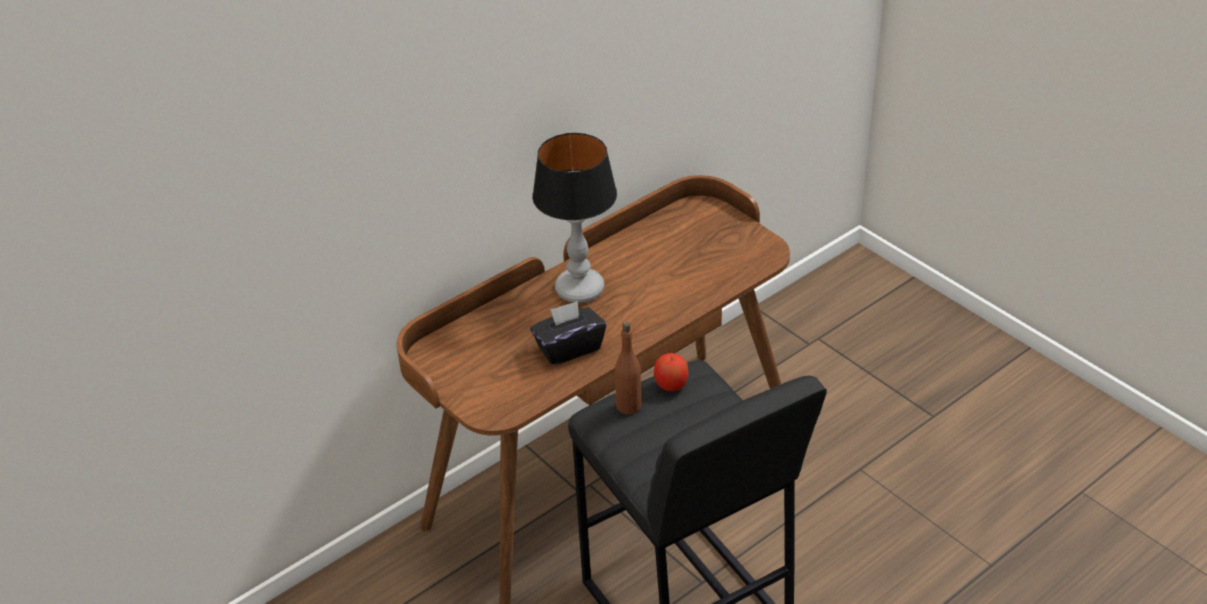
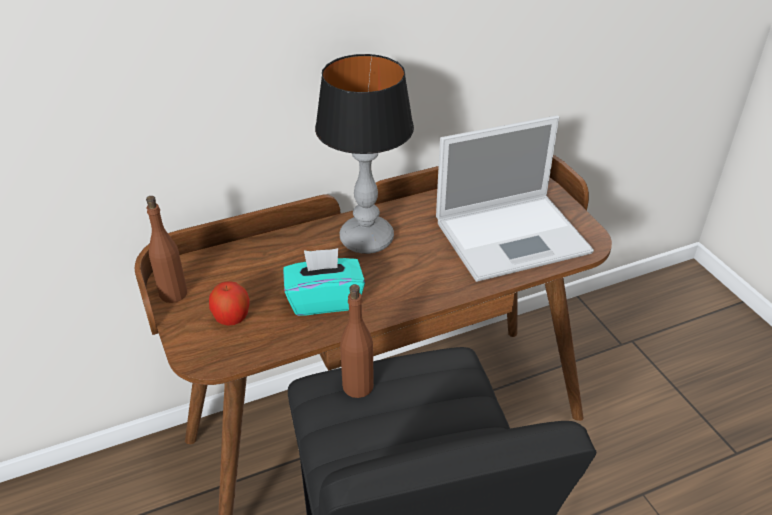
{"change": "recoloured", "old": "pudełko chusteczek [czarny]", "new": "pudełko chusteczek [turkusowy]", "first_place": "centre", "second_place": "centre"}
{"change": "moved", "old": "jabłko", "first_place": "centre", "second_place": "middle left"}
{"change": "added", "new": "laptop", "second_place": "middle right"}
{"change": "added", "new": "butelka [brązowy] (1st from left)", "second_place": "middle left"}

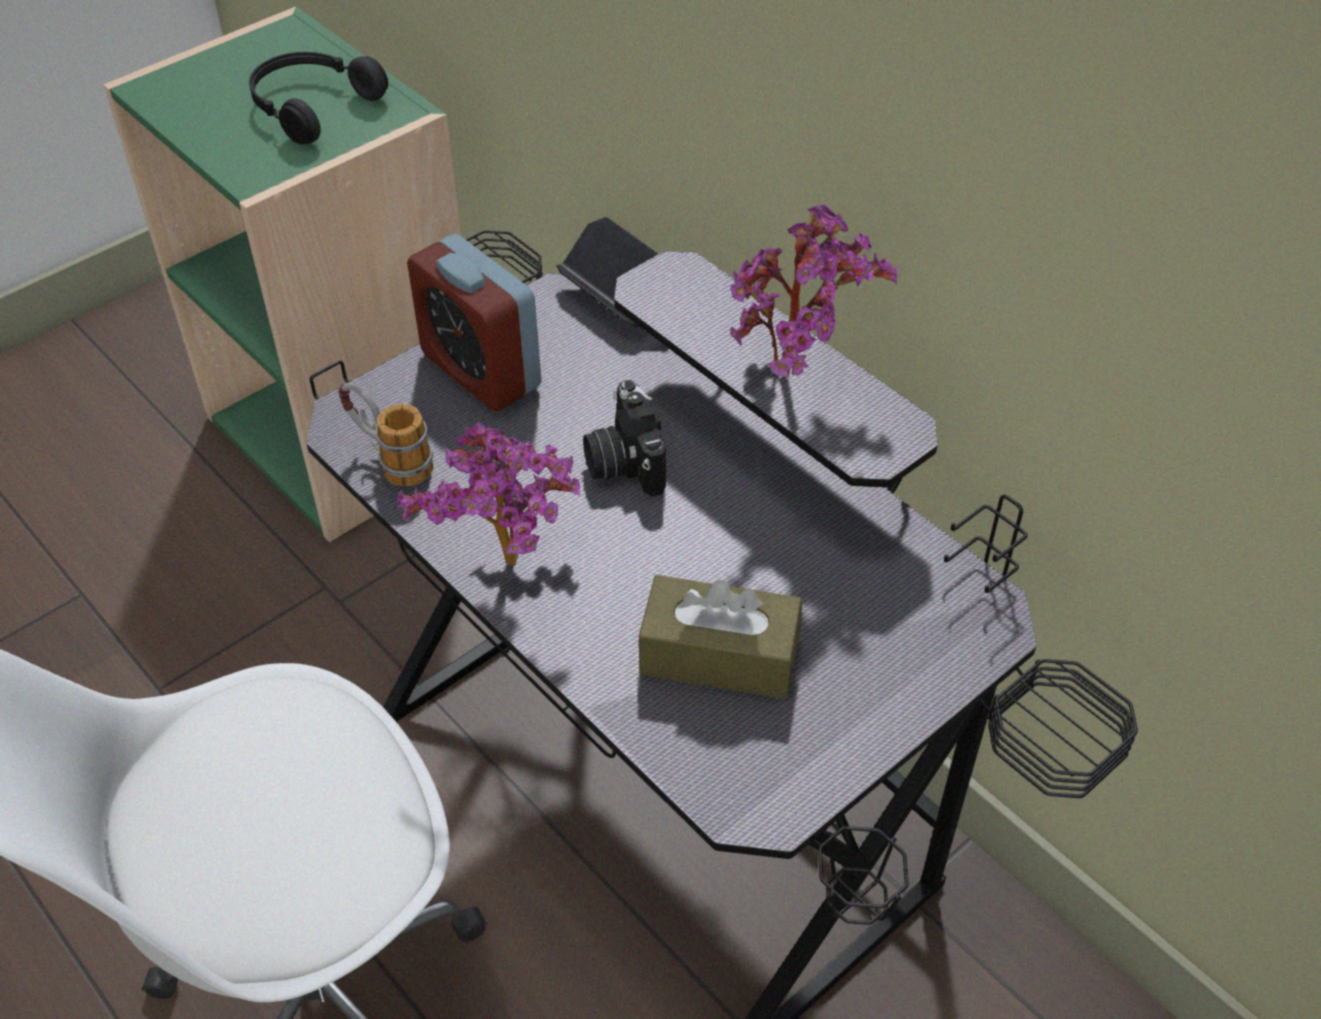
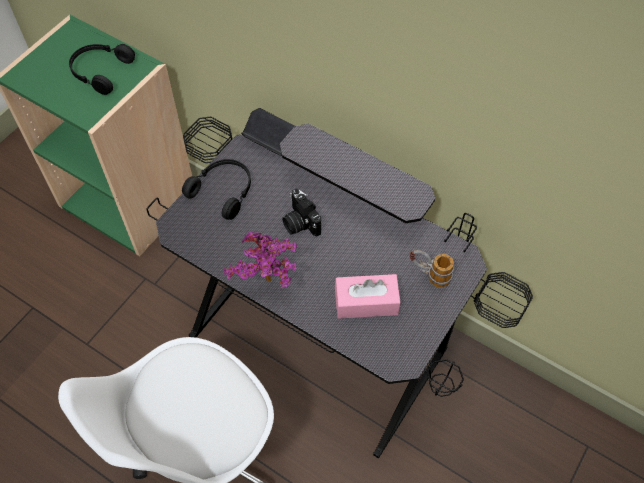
{"change": "removed", "old": "roślina doniczkowa (2nd from left)", "first_place": "top centre"}
{"change": "replaced", "old": "budzik", "new": "słuchawki [czarny] (2nd from left)", "first_place": "top centre", "second_place": "centre"}
{"change": "moved", "old": "kubek", "first_place": "middle left", "second_place": "middle right"}
{"change": "recoloured", "old": "pudełko chusteczek [brązowy]", "new": "pudełko chusteczek [różowy]", "first_place": "centre", "second_place": "centre"}

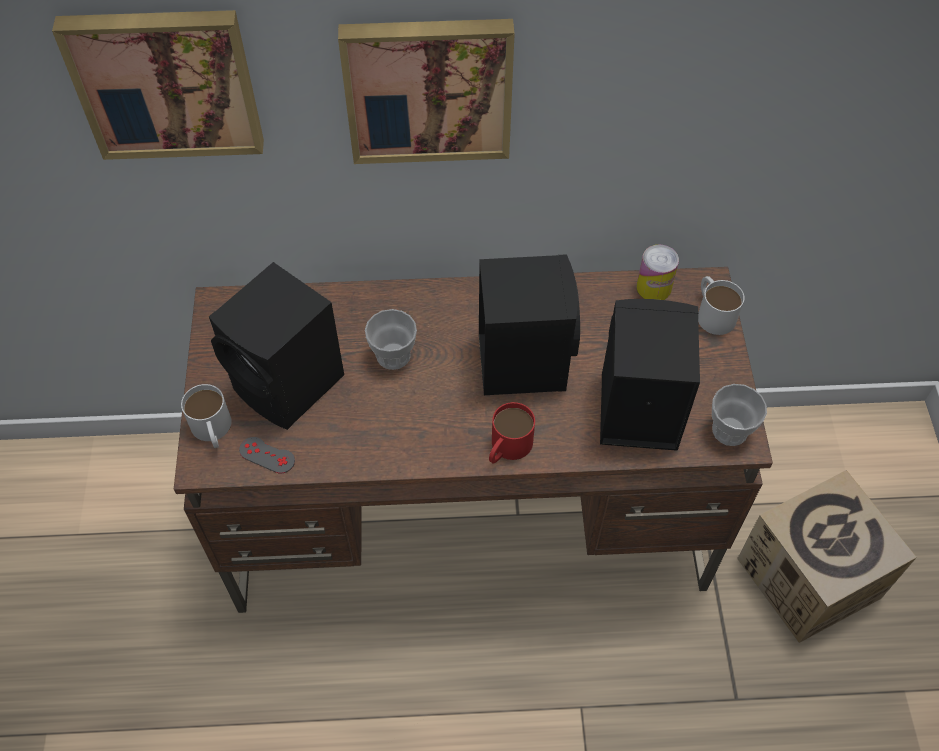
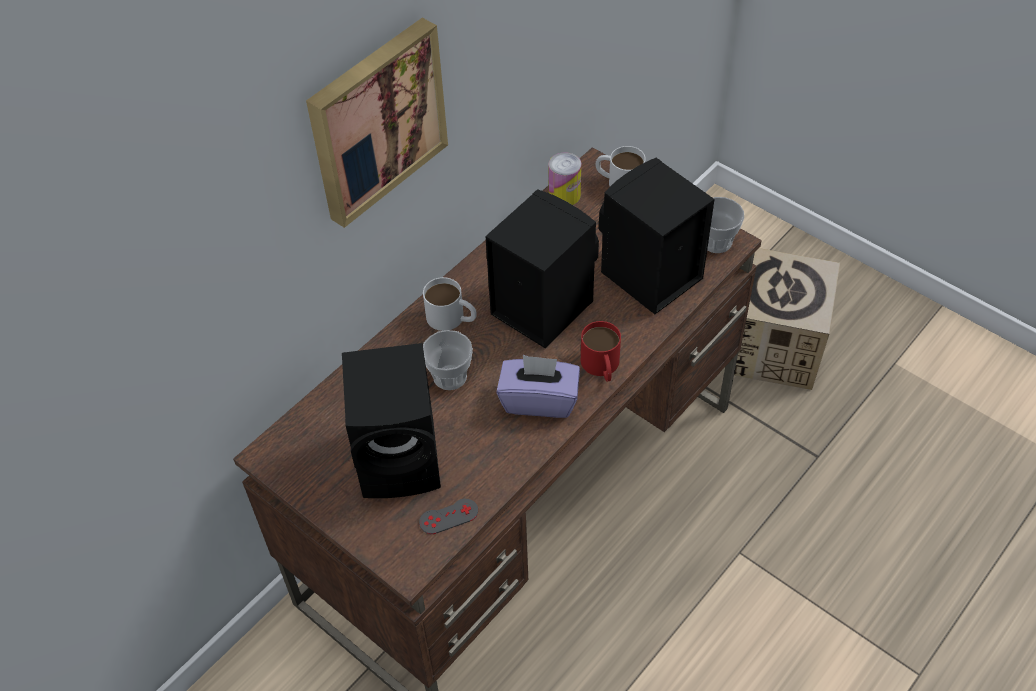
{"change": "removed", "old": "obraz (1st from left)", "first_place": "top left"}
{"change": "moved", "old": "kubek [biały] (1st from left)", "first_place": "middle left", "second_place": "centre"}
{"change": "added", "new": "pudełko chusteczek [fioletowy]", "second_place": "centre"}

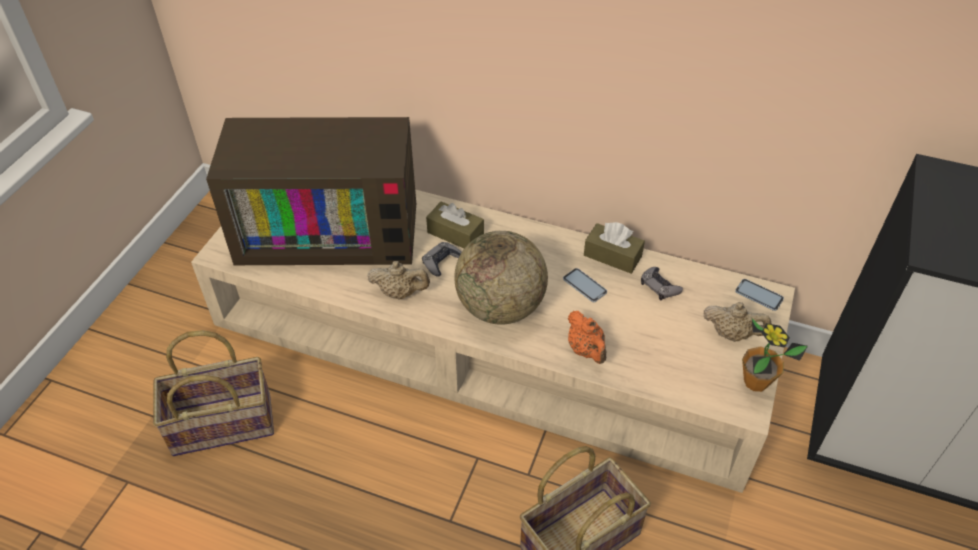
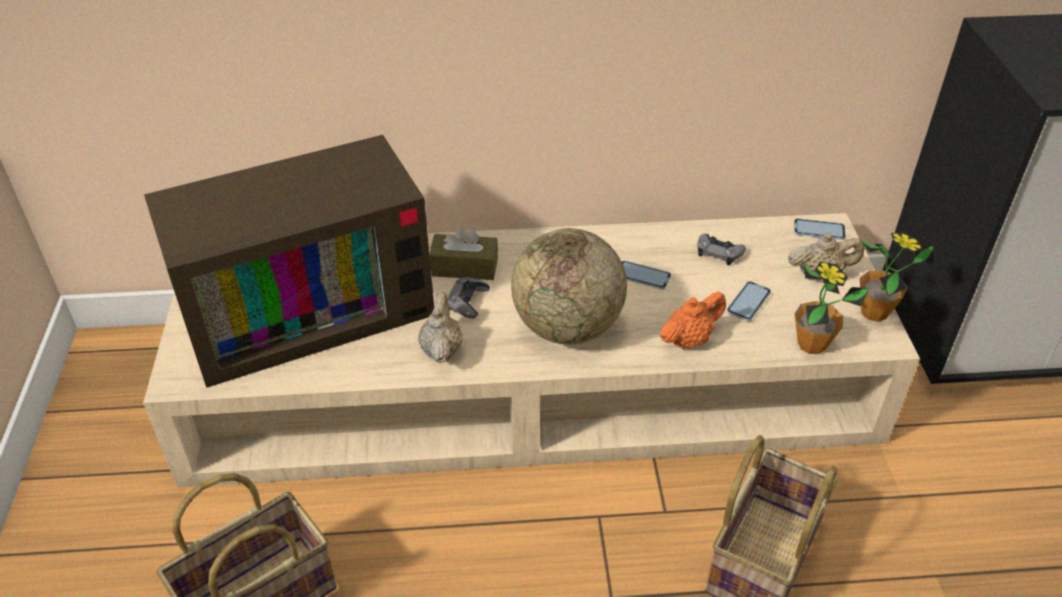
{"change": "removed", "old": "pudełko chusteczek [brązowy] (2nd from left)", "first_place": "centre"}
{"change": "turned", "old": "imbryk [beżowy] (1st from left)", "first_place": "centre", "second_place": "centre", "degrees": -75}
{"change": "turned", "old": "imbryk [pomarańczowy]", "first_place": "centre", "second_place": "centre", "degrees": -75}
{"change": "added", "new": "roślina doniczkowa (1st from left)", "second_place": "middle right"}
{"change": "added", "new": "telefon (2nd from left)", "second_place": "middle right"}

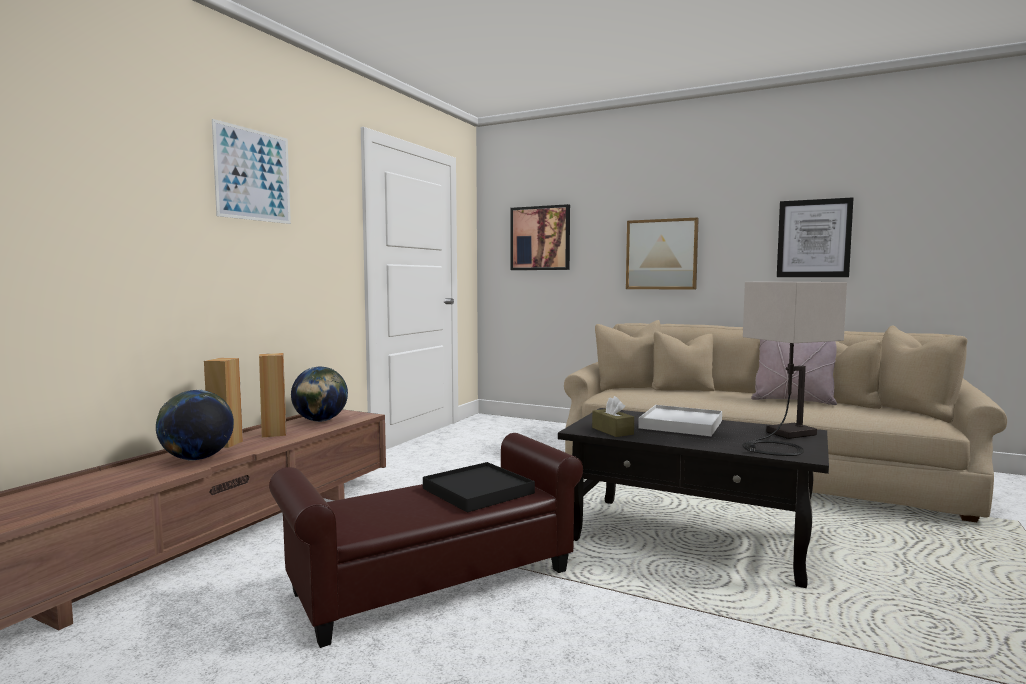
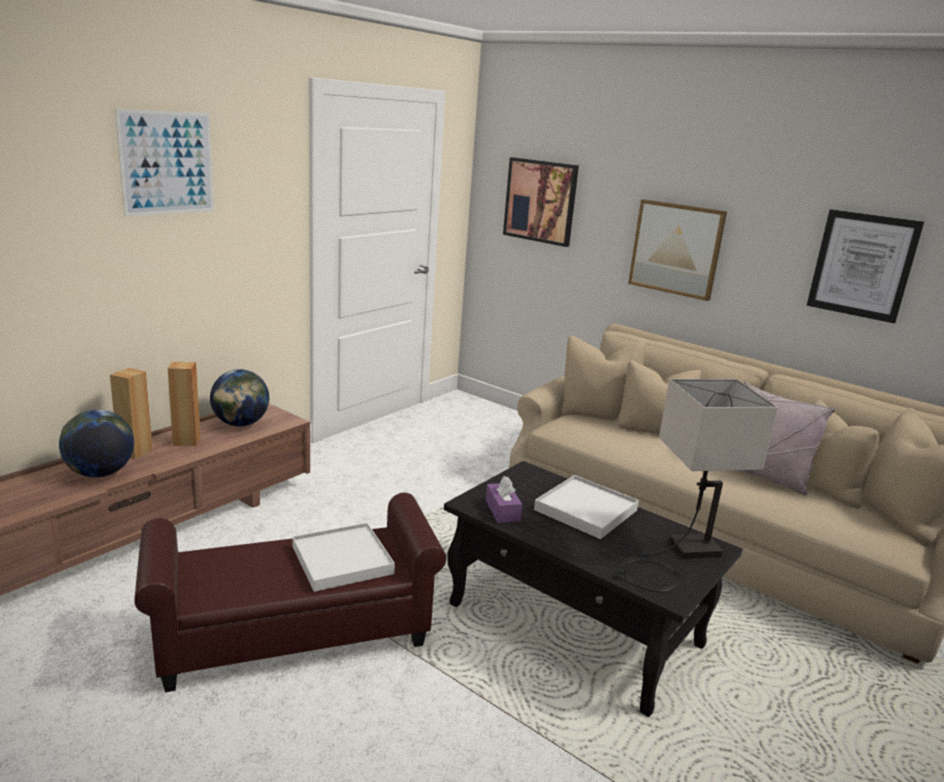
{"change": "recoloured", "old": "pudełko chusteczek [brązowy]", "new": "pudełko chusteczek [fioletowy]", "first_place": "centre", "second_place": "centre"}
{"change": "recoloured", "old": "taca [czarny]", "new": "taca [biały] (1st from left)", "first_place": "bottom centre", "second_place": "bottom centre"}

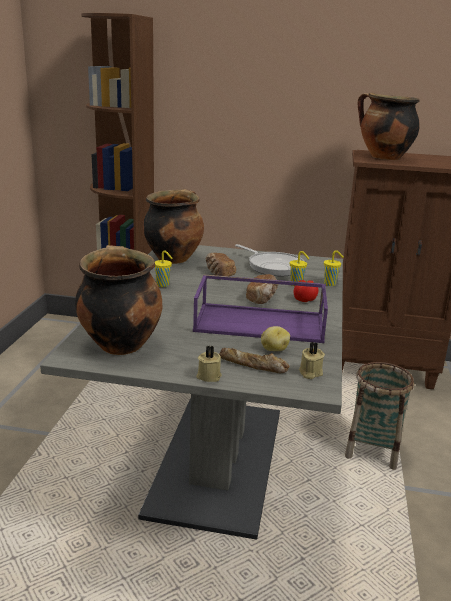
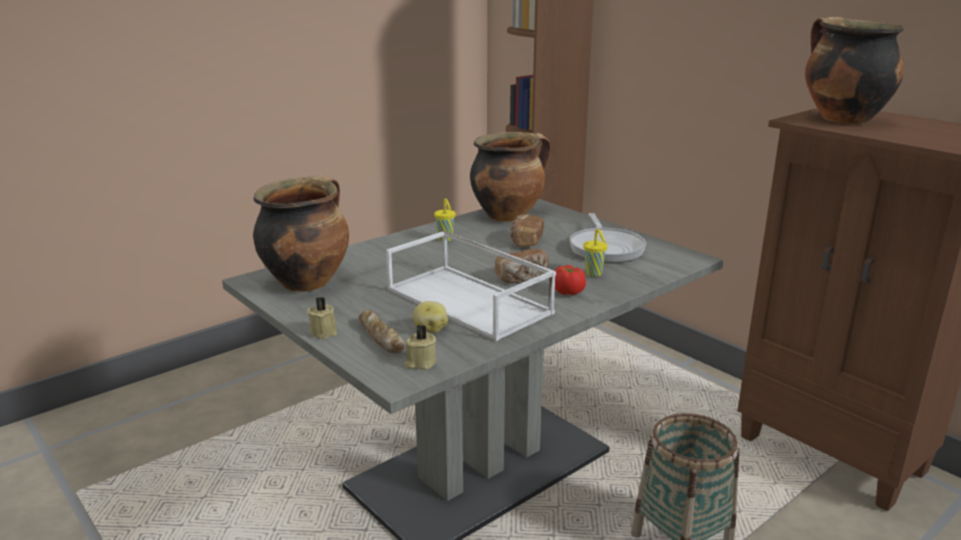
{"change": "removed", "old": "filiżanka [żółty] (3rd from left)", "first_place": "middle right"}
{"change": "recoloured", "old": "taca [fioletowy]", "new": "taca [biały]", "first_place": "centre", "second_place": "centre"}

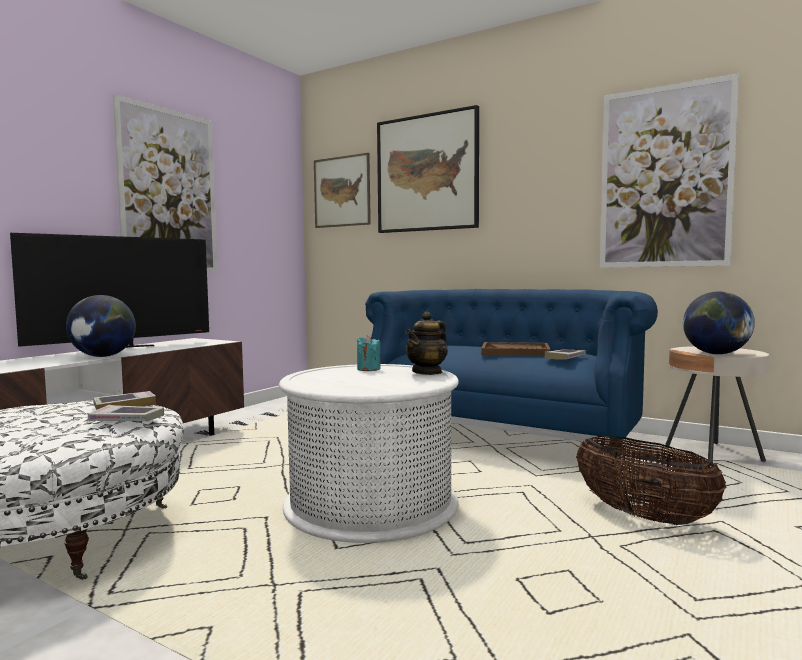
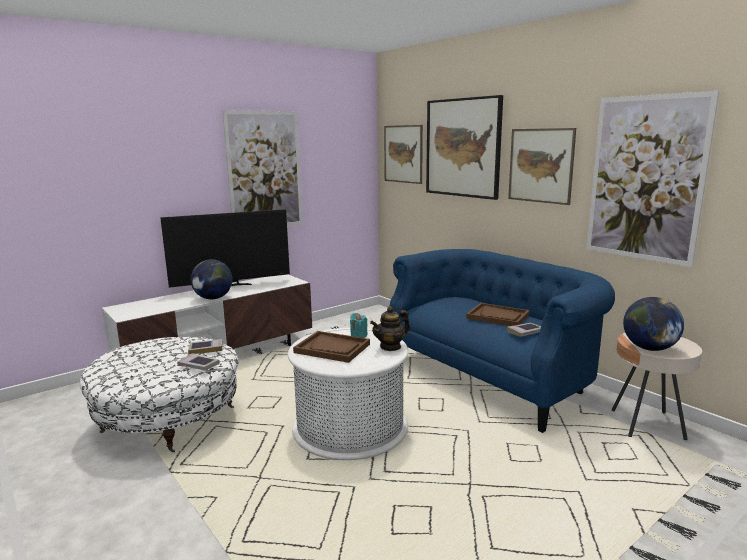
{"change": "removed", "old": "koszyk", "first_place": "bottom right"}
{"change": "added", "new": "obraz (4th from left)", "second_place": "top right"}
{"change": "added", "new": "taca [brązowy] (1st from left)", "second_place": "centre"}

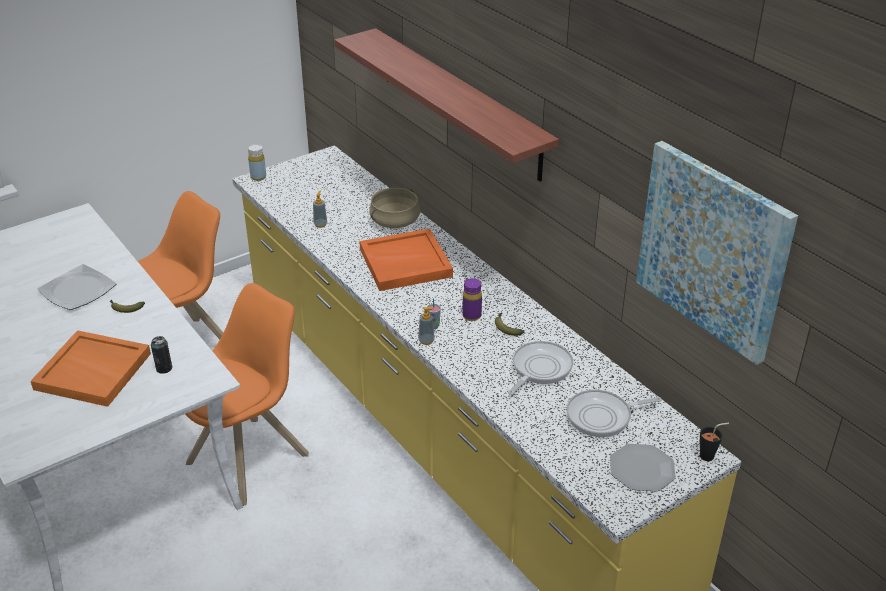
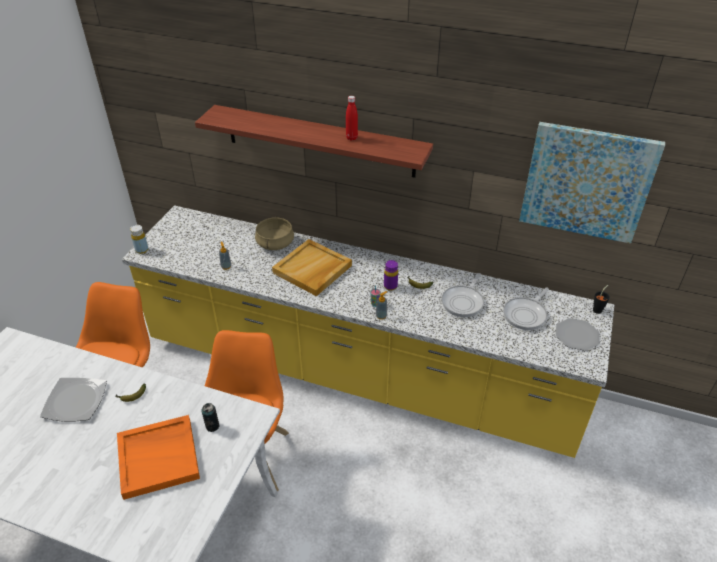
{"change": "recoloured", "old": "taca [pomarańczowy] (2nd from left)", "new": "taca [beżowy]", "first_place": "centre", "second_place": "centre"}
{"change": "turned", "old": "patelnia (1st from left)", "first_place": "centre", "second_place": "centre", "degrees": -150}
{"change": "added", "new": "butelka [czerwony]", "second_place": "top centre"}

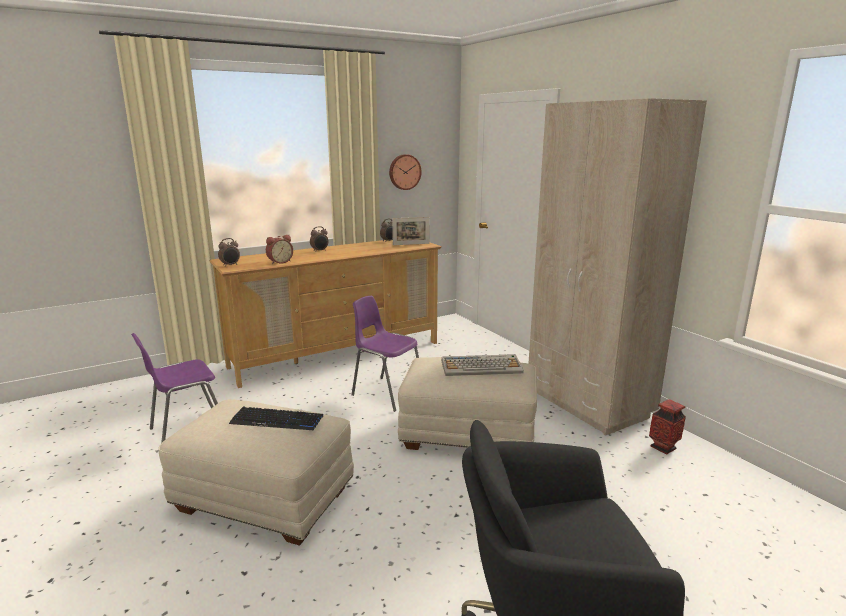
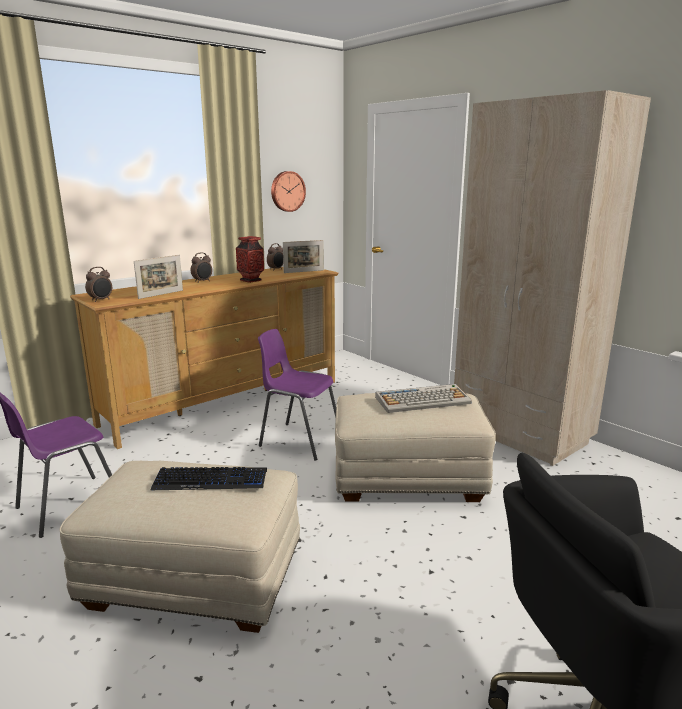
{"change": "replaced", "old": "budzik (2nd from left)", "new": "ramka na zdjęcie (1st from left)", "first_place": "middle left", "second_place": "middle left"}
{"change": "moved", "old": "wazon", "first_place": "bottom right", "second_place": "centre"}

